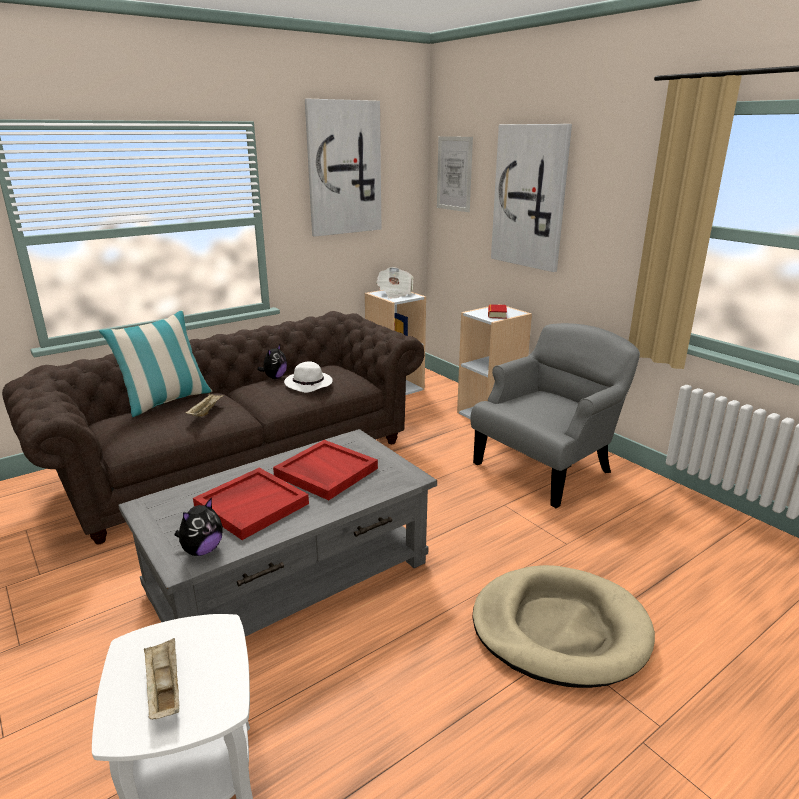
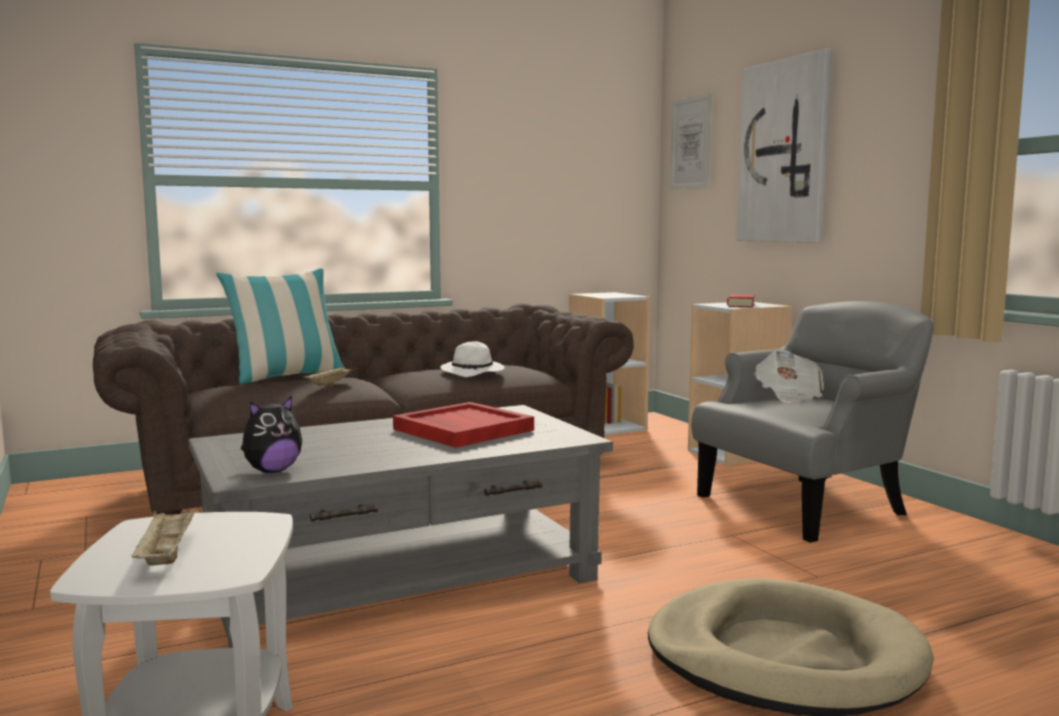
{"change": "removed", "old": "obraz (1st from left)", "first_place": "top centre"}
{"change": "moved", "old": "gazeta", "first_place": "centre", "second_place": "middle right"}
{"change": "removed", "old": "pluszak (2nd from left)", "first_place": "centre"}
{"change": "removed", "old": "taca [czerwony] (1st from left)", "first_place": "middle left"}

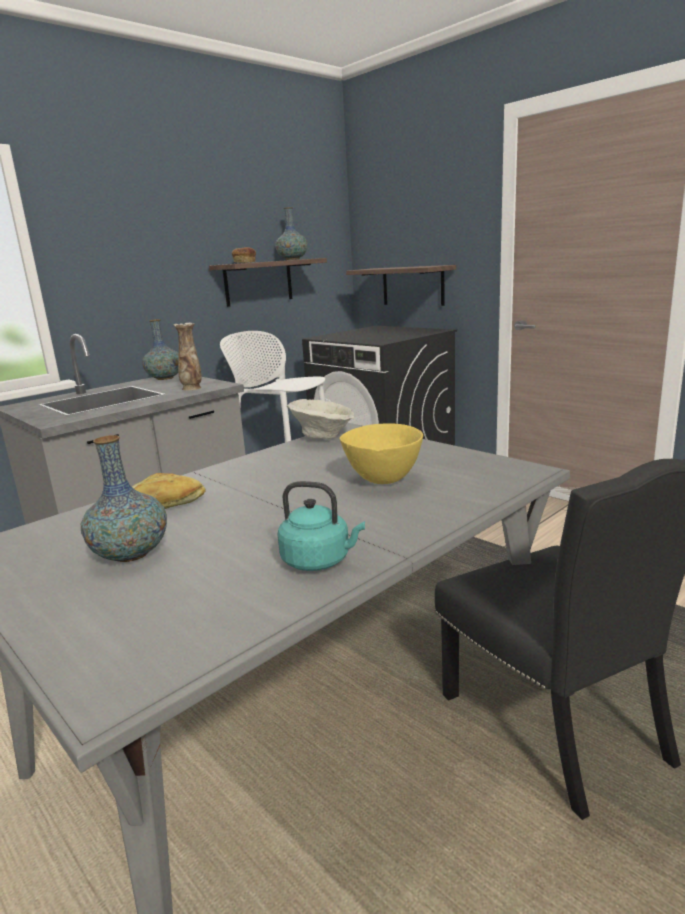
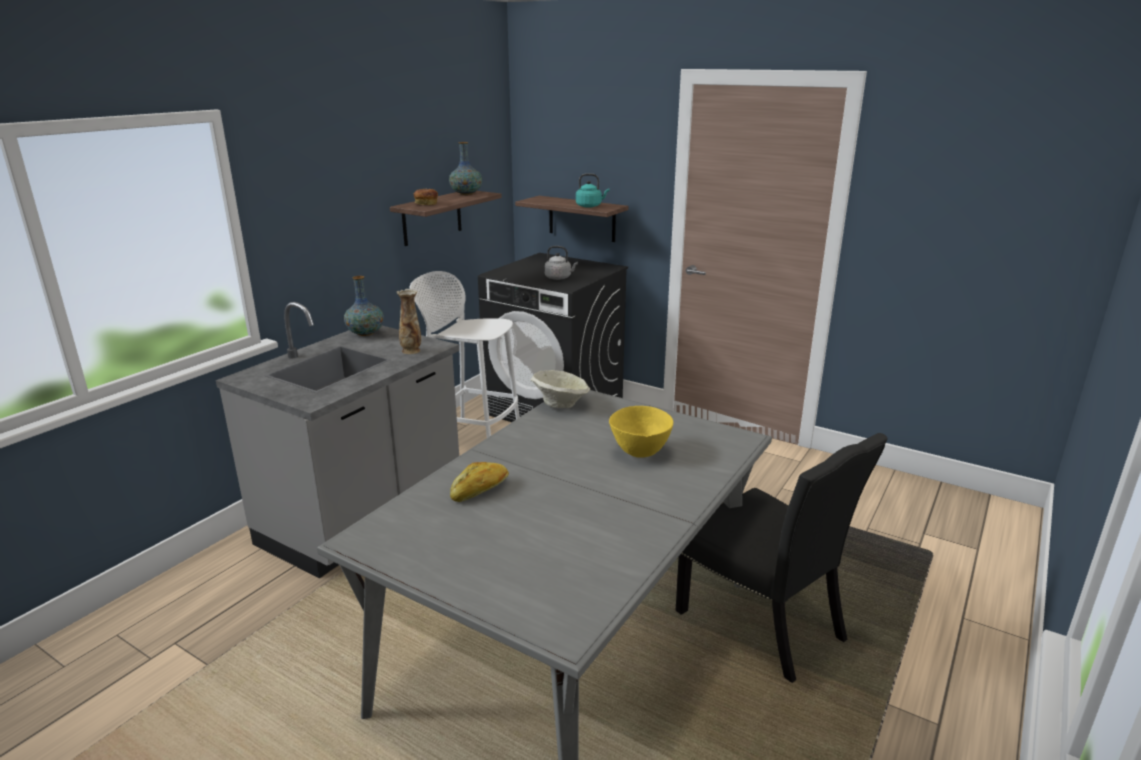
{"change": "removed", "old": "wazon (1st from left)", "first_place": "middle left"}
{"change": "moved", "old": "czajnik [turkusowy]", "first_place": "centre", "second_place": "top centre"}
{"change": "added", "new": "czajnik [szary]", "second_place": "centre"}

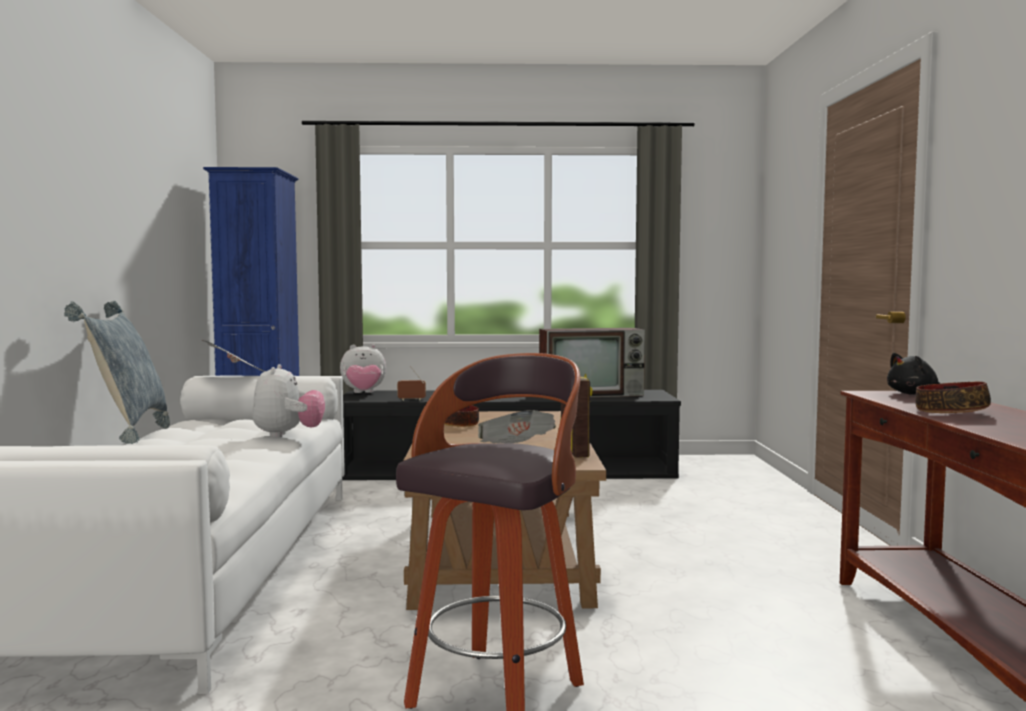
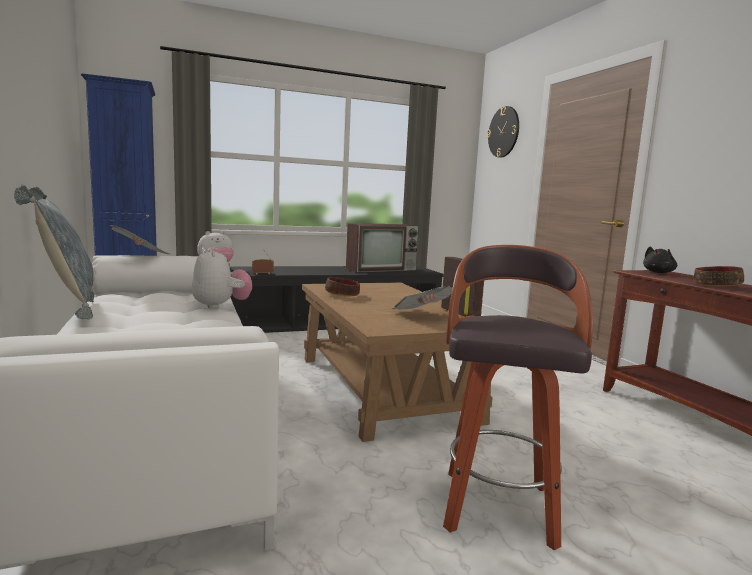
{"change": "added", "new": "zegar ścienny", "second_place": "top right"}

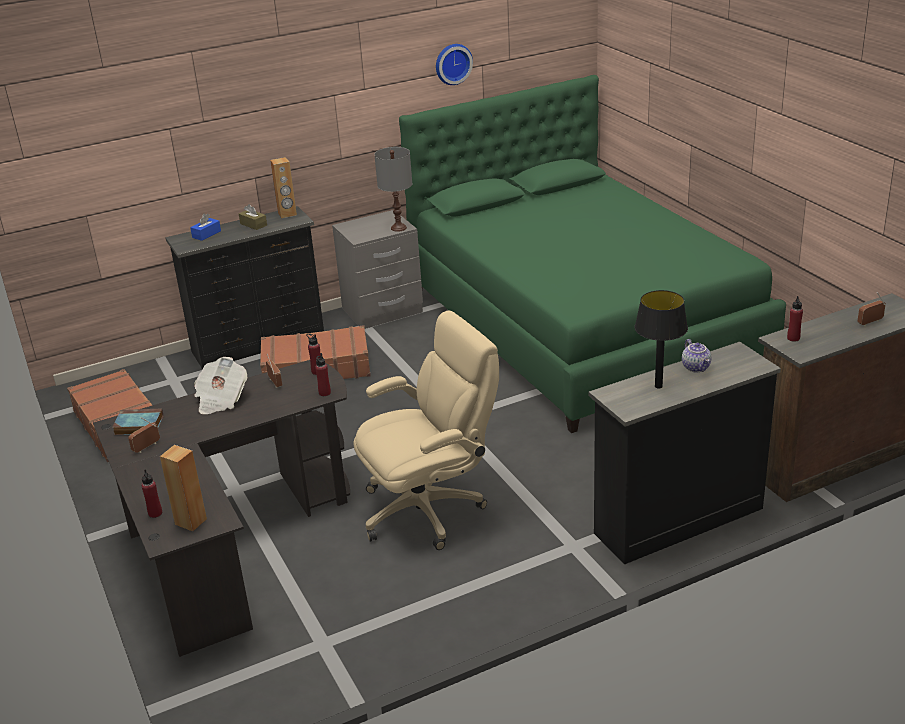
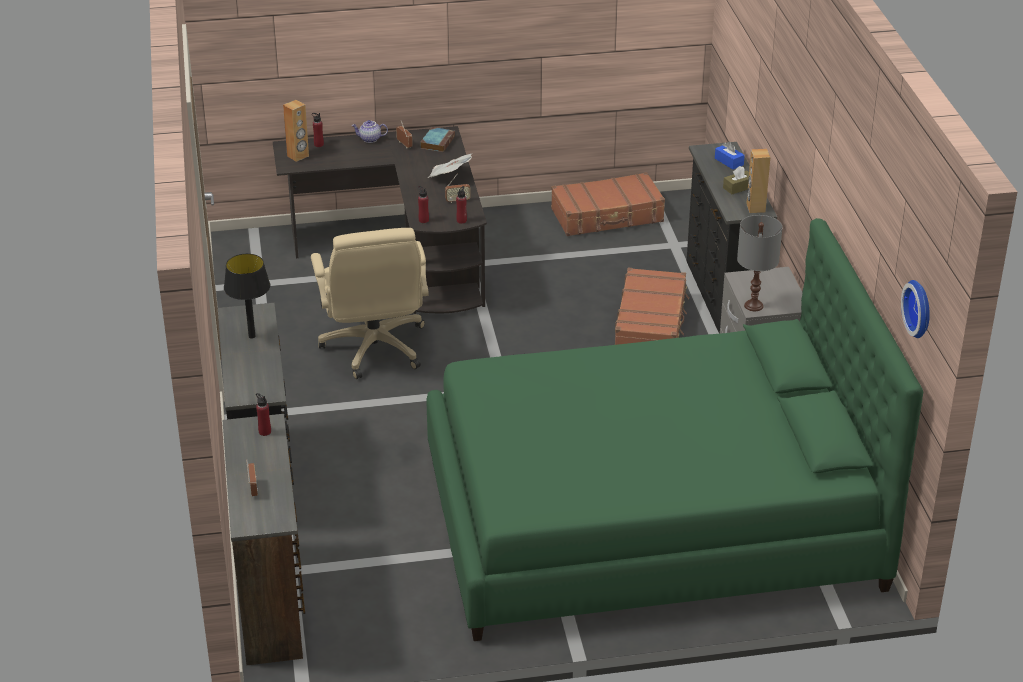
{"change": "moved", "old": "zegar ścienny", "first_place": "top centre", "second_place": "middle right"}
{"change": "moved", "old": "imbryk", "first_place": "middle right", "second_place": "top centre"}

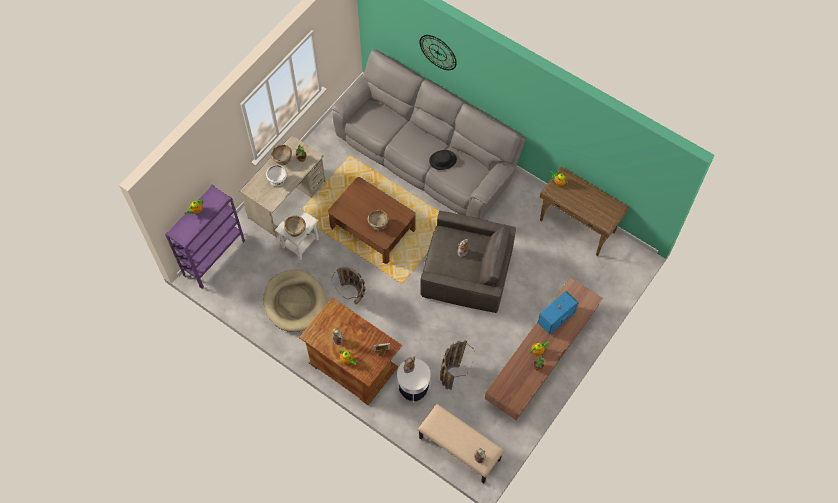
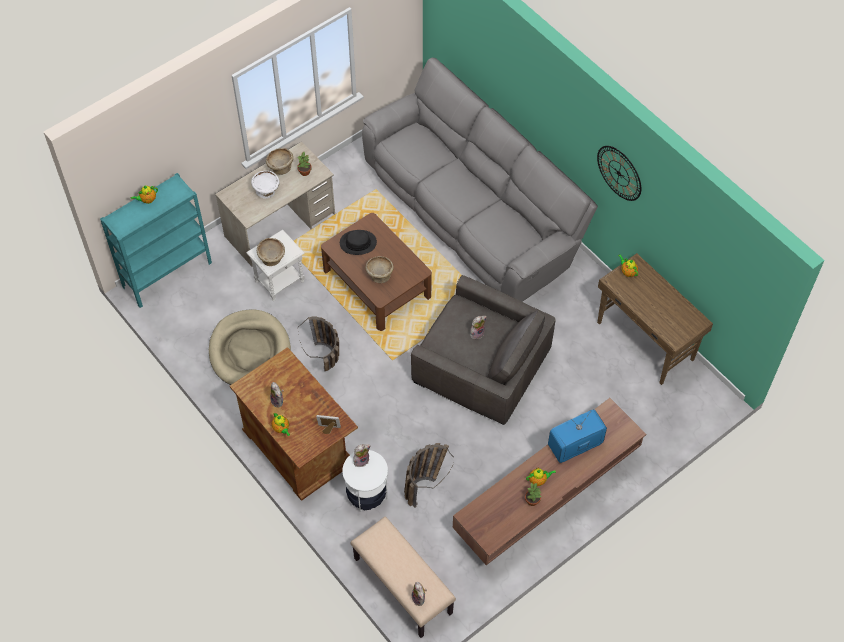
{"change": "moved", "old": "zegar ścienny", "first_place": "top centre", "second_place": "top right"}
{"change": "moved", "old": "kapelusz [czarny]", "first_place": "top centre", "second_place": "centre"}
{"change": "recoloured", "old": "regał [fioletowy]", "new": "regał [turkusowy]", "first_place": "middle left", "second_place": "middle left"}

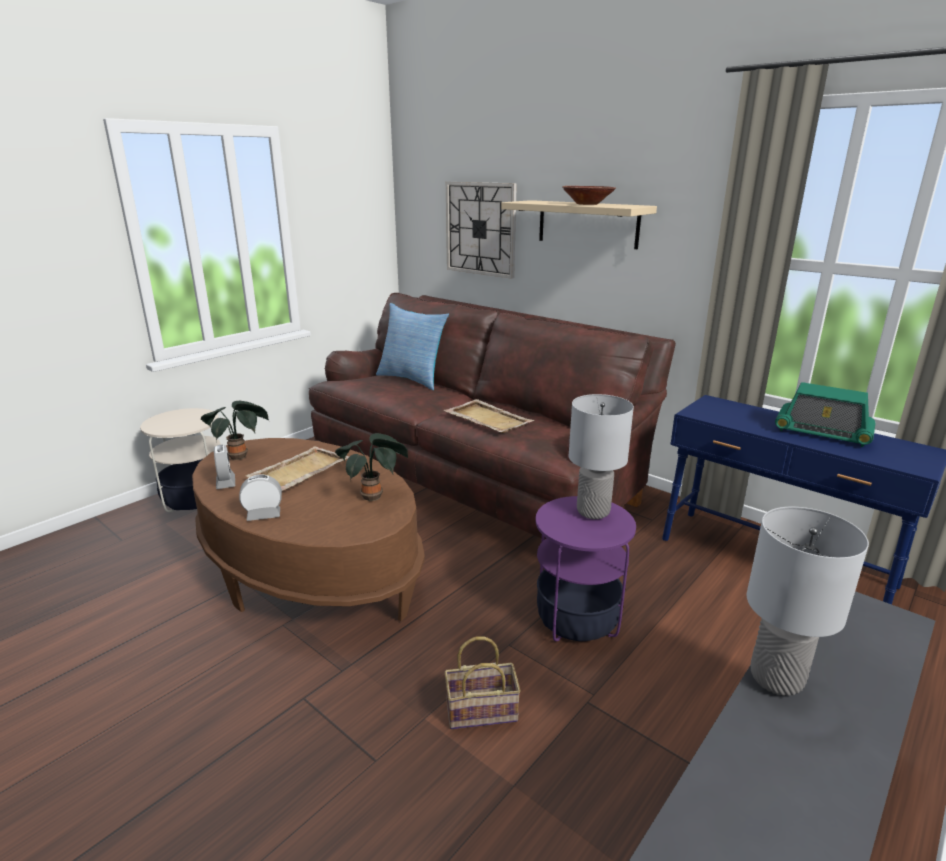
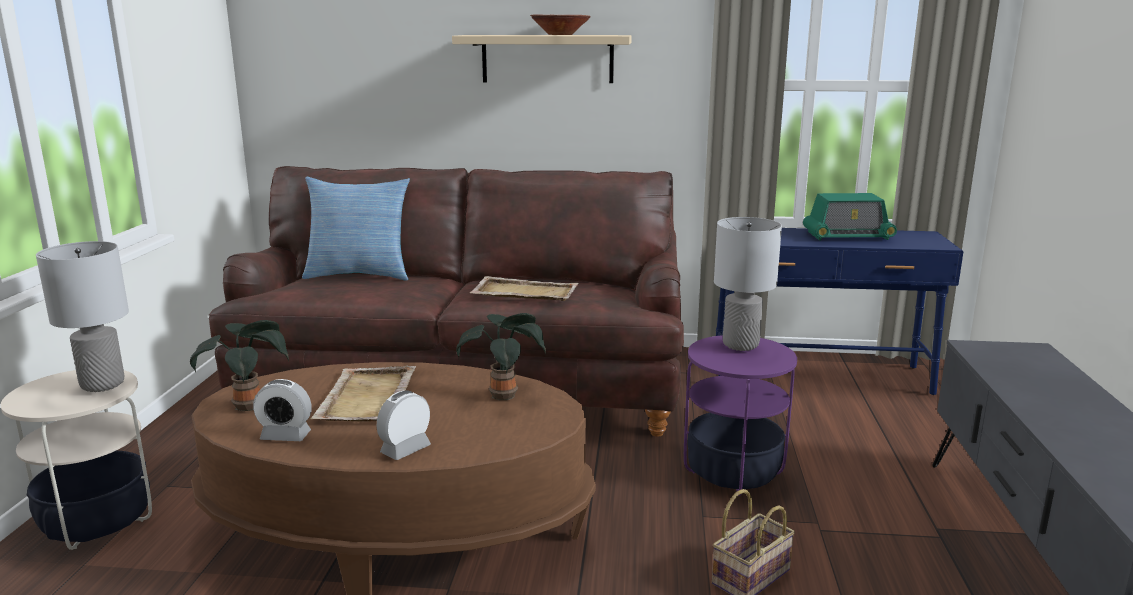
{"change": "removed", "old": "zegar ścienny", "first_place": "top centre"}
{"change": "turned", "old": "budzik (1st from left)", "first_place": "middle left", "second_place": "bottom left", "degrees": 150}
{"change": "moved", "old": "lampa stołowa [szary] (2nd from left in the first image)", "new": "lampa stołowa [szary] (1st from left)", "first_place": "bottom right", "second_place": "middle left"}

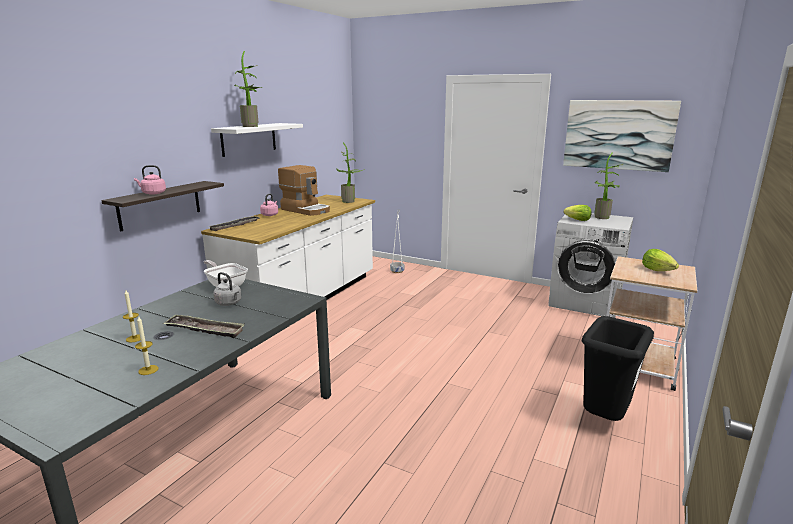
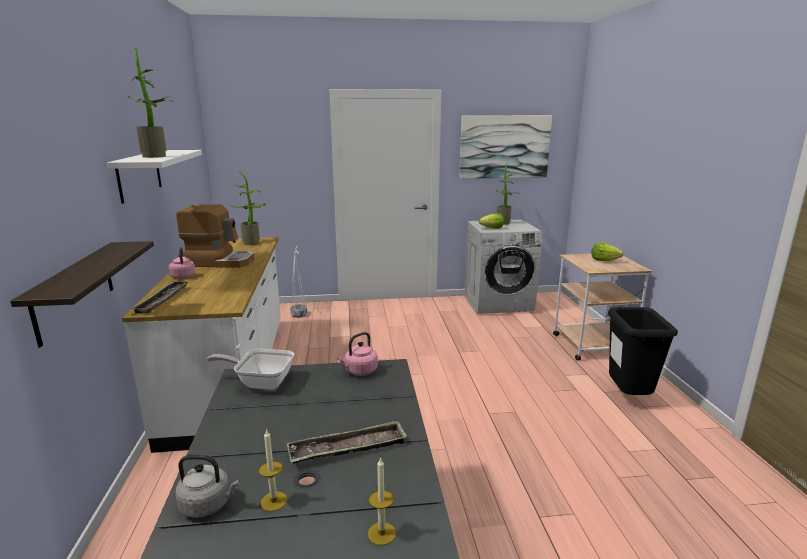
{"change": "moved", "old": "czajnik [różowy] (1st from left in the first image)", "new": "czajnik [różowy] (2nd from left)", "first_place": "middle left", "second_place": "centre"}
{"change": "moved", "old": "czajnik [szary]", "first_place": "middle left", "second_place": "bottom left"}

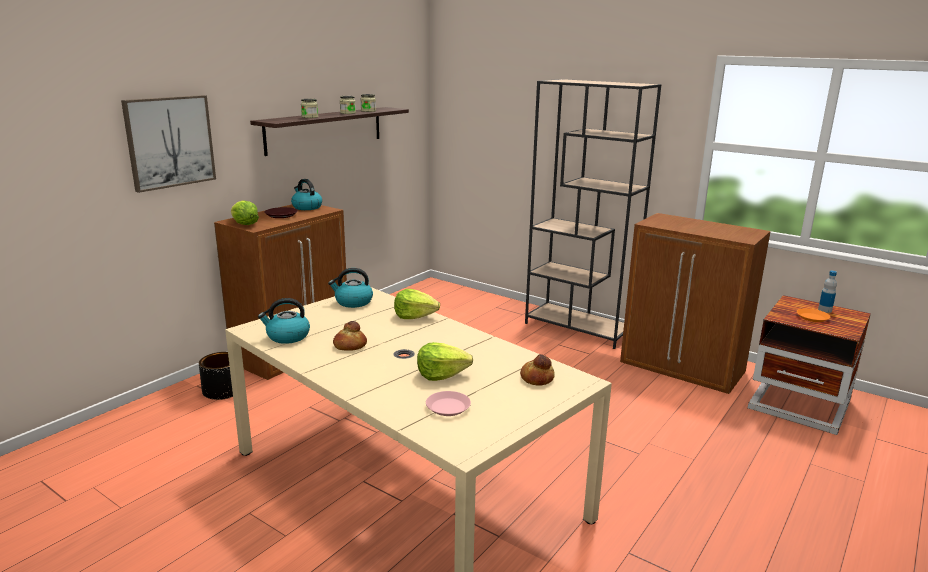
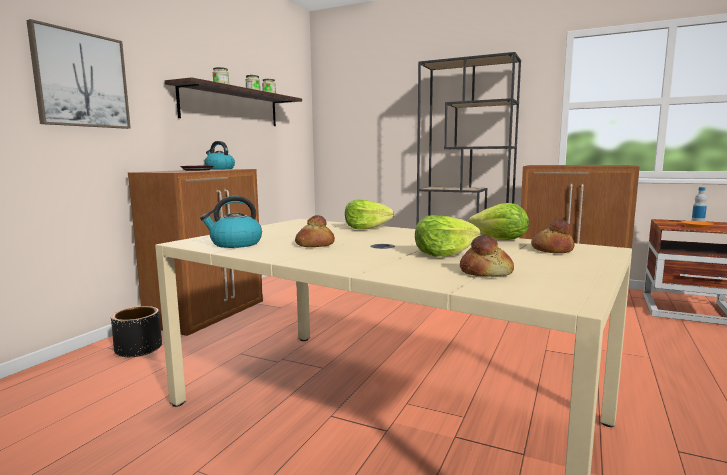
{"change": "moved", "old": "sałata (1st from left in the first image)", "new": "sałata (3rd from left)", "first_place": "middle left", "second_place": "middle right"}
{"change": "removed", "old": "czajnik (3rd from left)", "first_place": "centre"}
{"change": "replaced", "old": "talerz [różowy]", "new": "chleb (2nd from left)", "first_place": "bottom centre", "second_place": "middle right"}

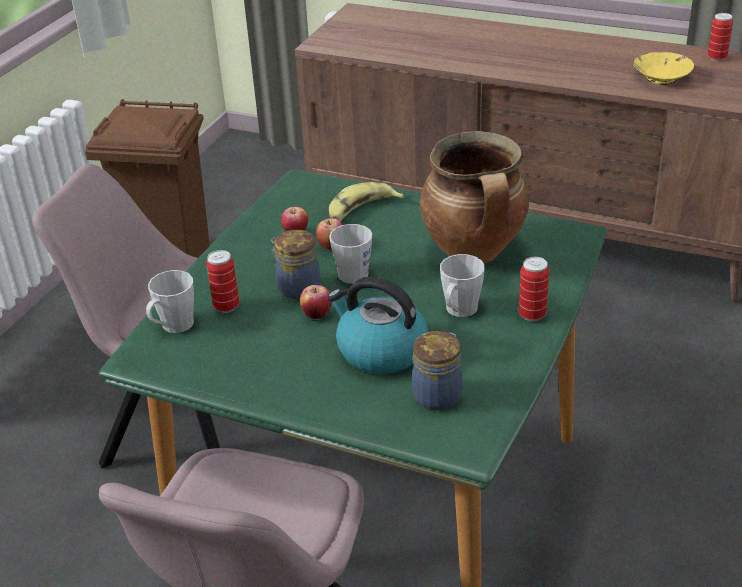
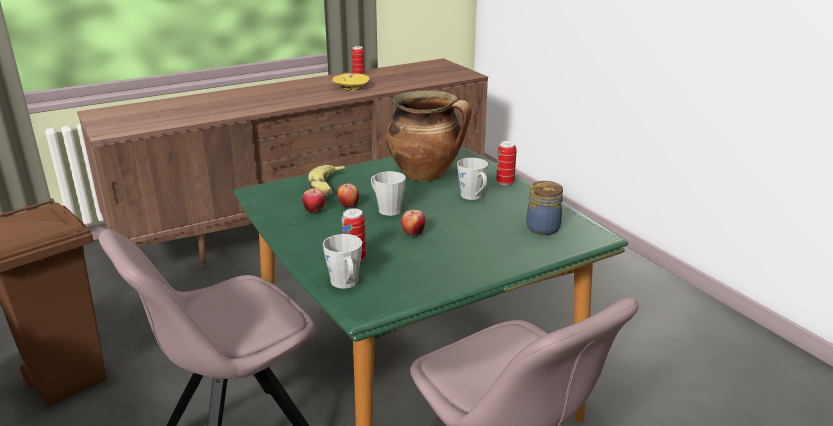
{"change": "removed", "old": "słoik (1st from left)", "first_place": "centre"}
{"change": "removed", "old": "czajnik", "first_place": "centre"}

